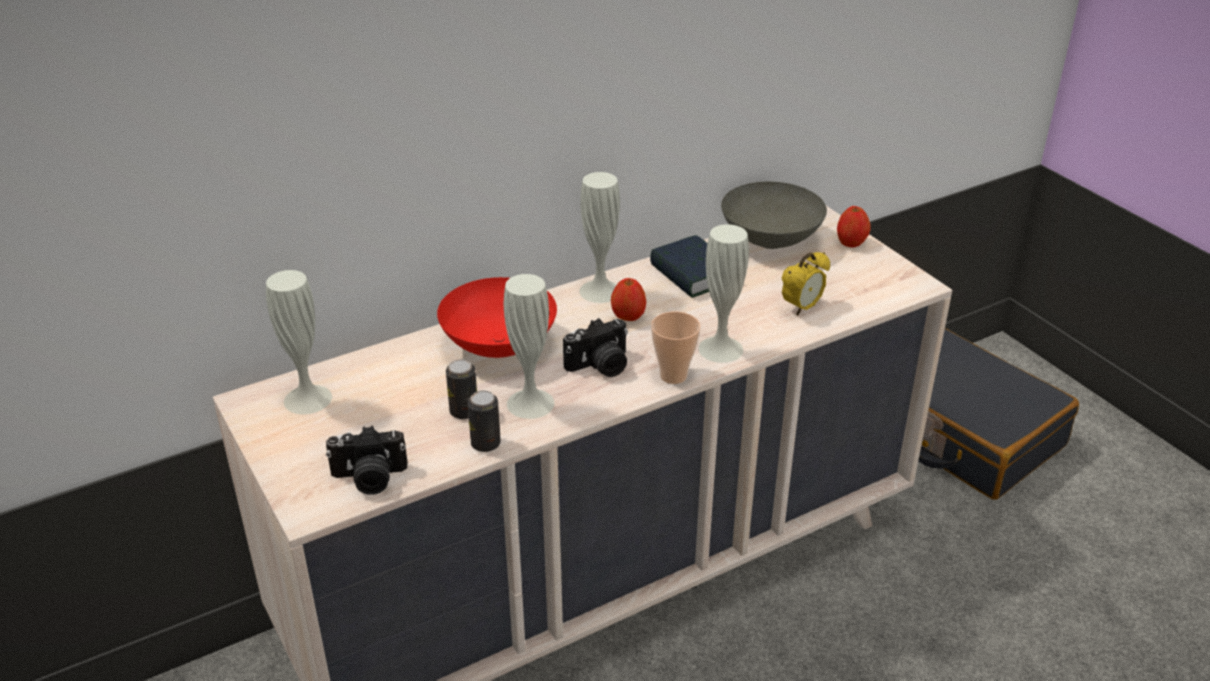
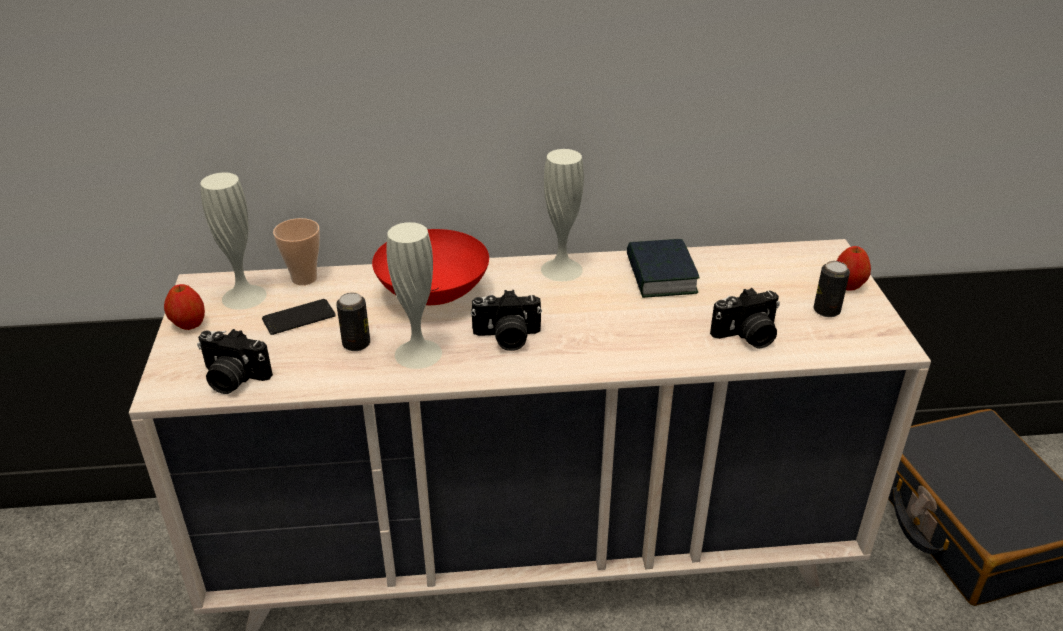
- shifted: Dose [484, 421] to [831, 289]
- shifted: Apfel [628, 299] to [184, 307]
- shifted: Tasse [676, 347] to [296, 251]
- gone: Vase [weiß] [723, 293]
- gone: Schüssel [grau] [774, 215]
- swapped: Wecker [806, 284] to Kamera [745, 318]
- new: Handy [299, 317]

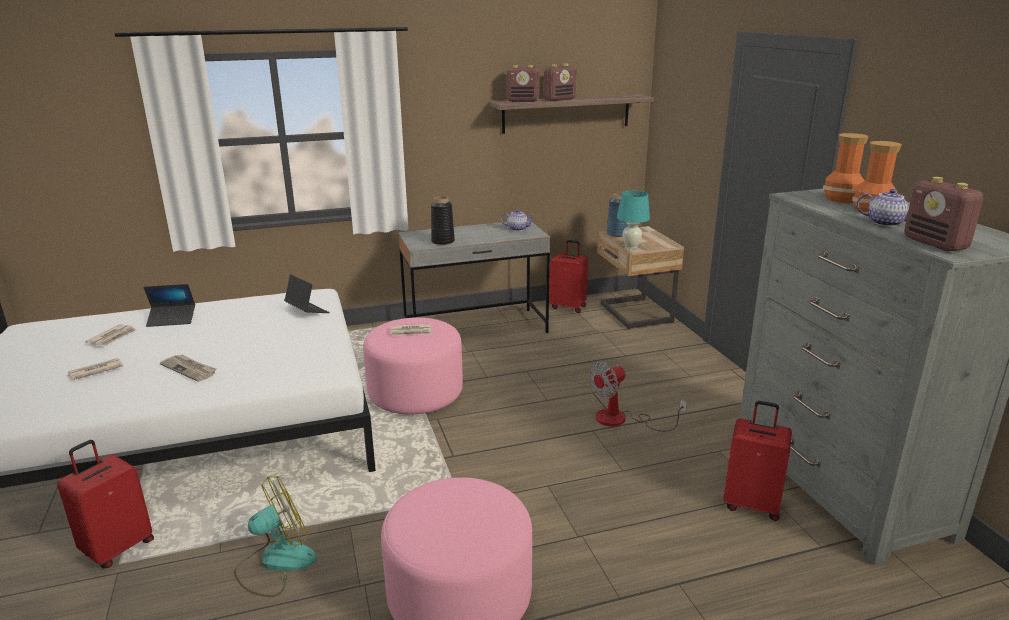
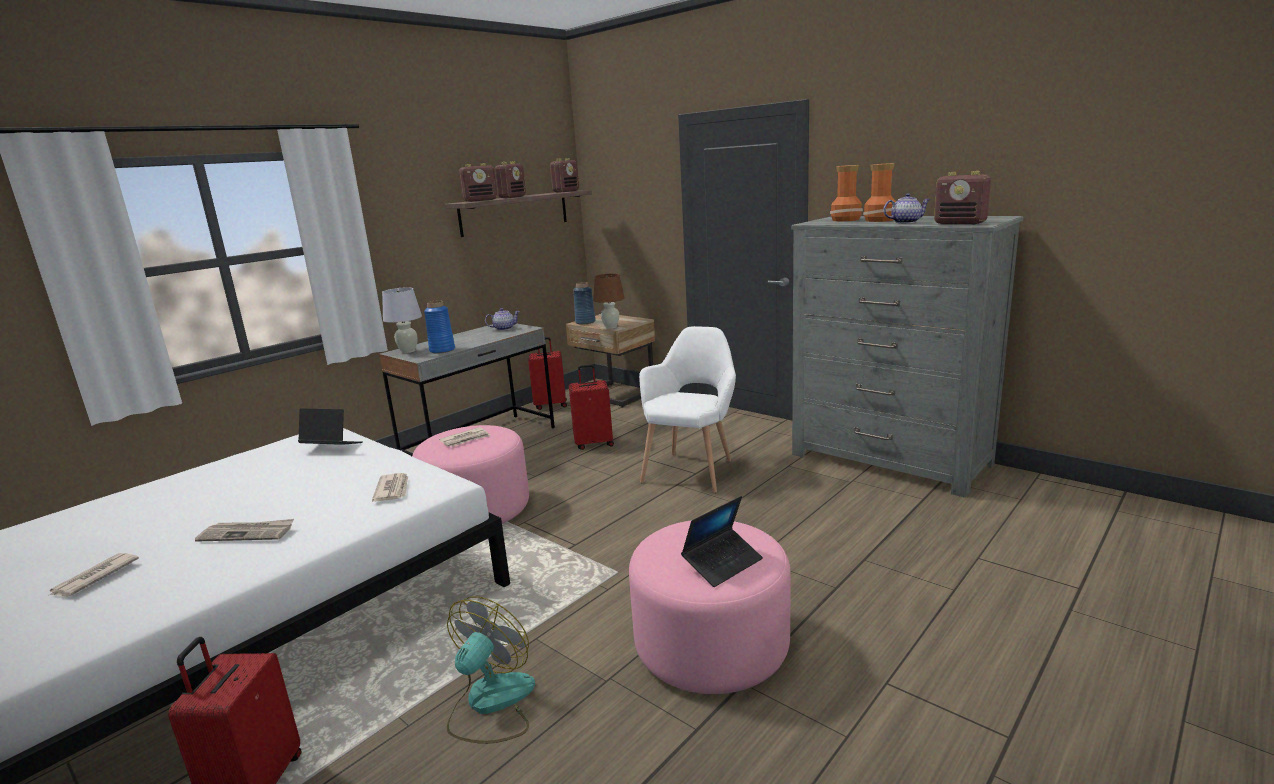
- shifted: Zeitung [110, 335] to [390, 487]
- shifted: Laptop [169, 305] to [722, 541]
- repainted: Vase [schwarz] [443, 220] to Vase [blau] [439, 326]
- swapped: Ventilator [638, 396] to Sessel [weiß] [687, 409]
- repainted: Tischlampe [türkis] [633, 220] to Tischlampe [braun] [609, 301]
- shifted: Koffer [rot] [757, 461] to [591, 407]
- new: Tischlampe [weiß] [402, 320]
- new: Radio [564, 175]

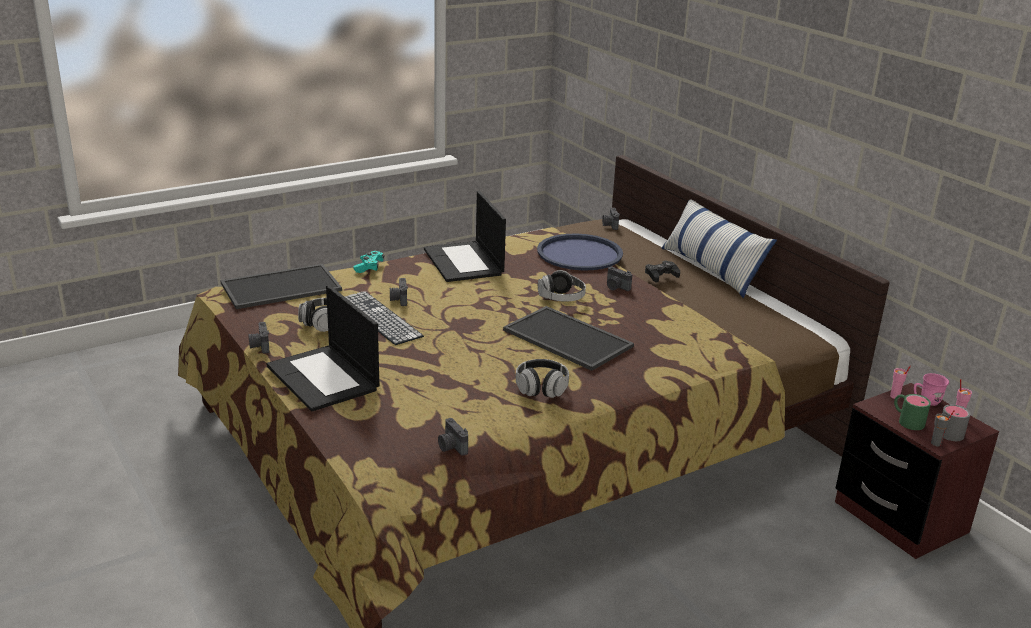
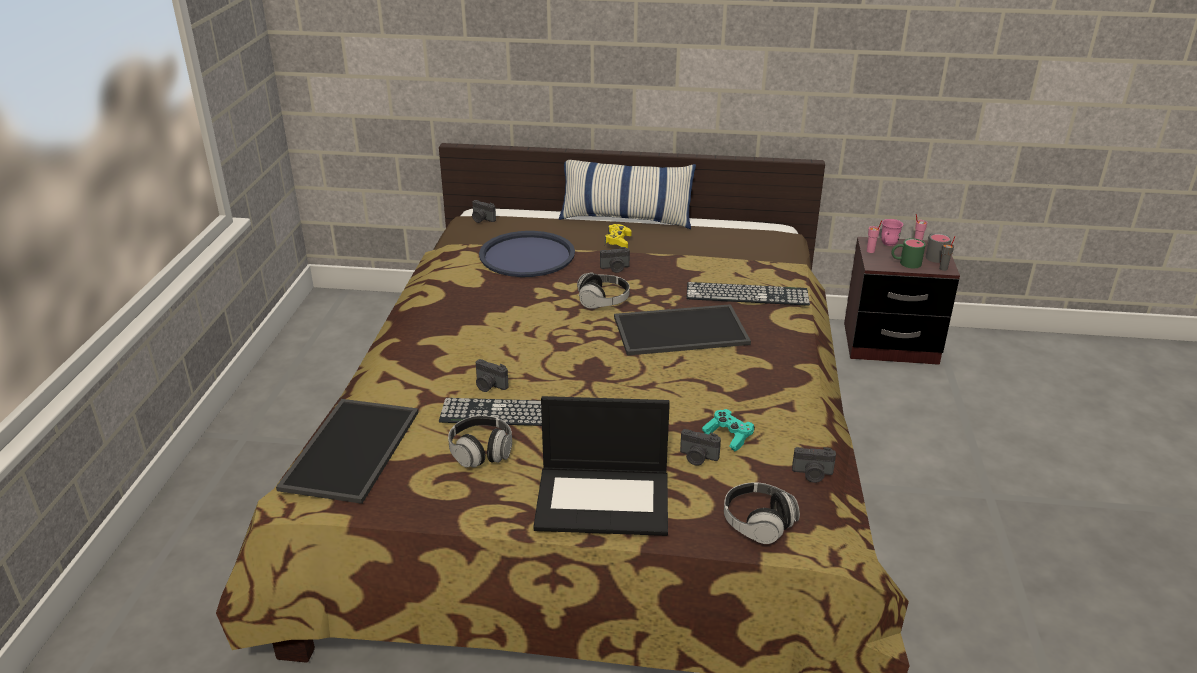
- shifted: Kamera [258, 338] to [700, 447]
- shifted: Gamepad [türkis] [368, 262] to [728, 430]
- gone: Laptop [465, 236]
- shifted: Kopfhörer [542, 378] to [762, 513]
- repainted: Gamepad [schwarz] [662, 272] to Gamepad [gelb] [618, 236]
- new: Tastatur [748, 294]

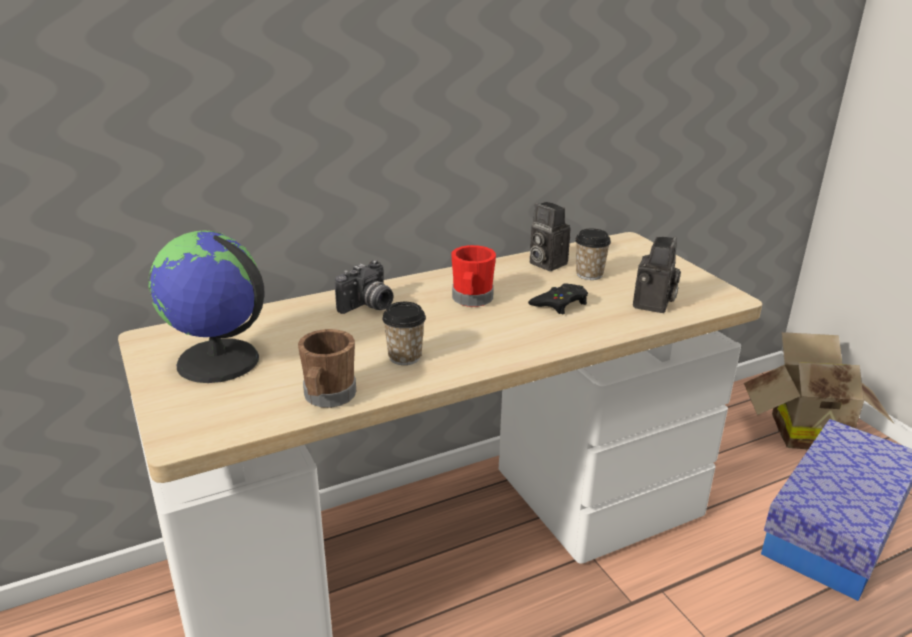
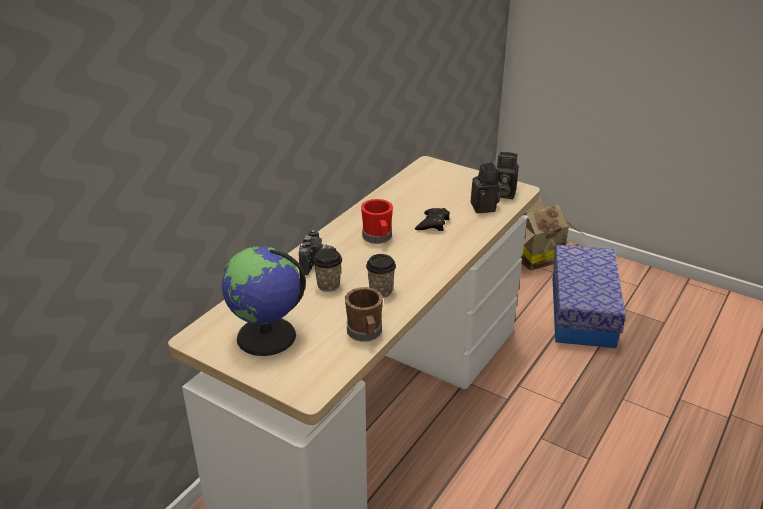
- shifted: Kamera [549, 236] to [508, 175]
- shifted: Tasse [593, 254] to [327, 270]

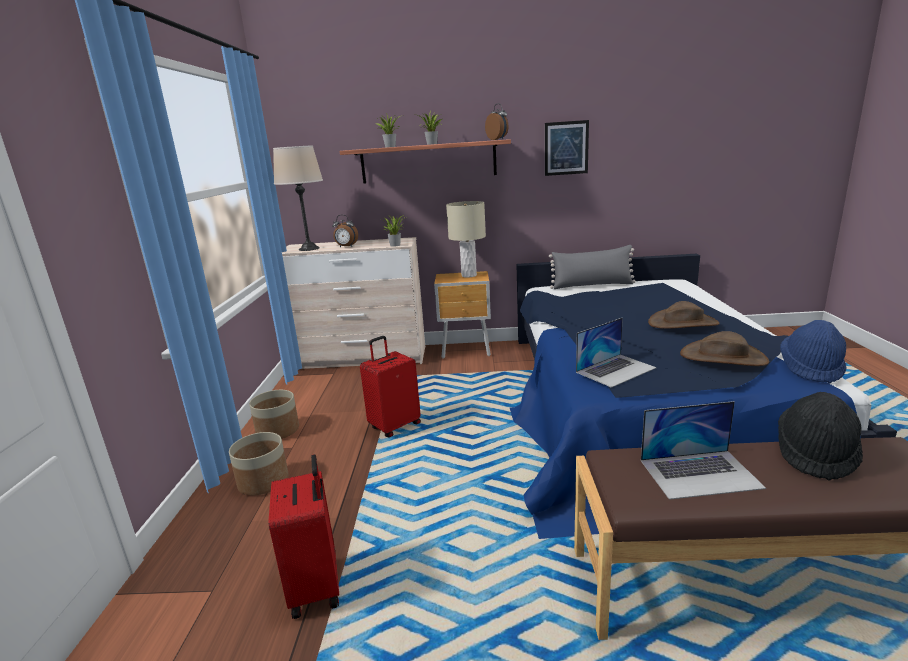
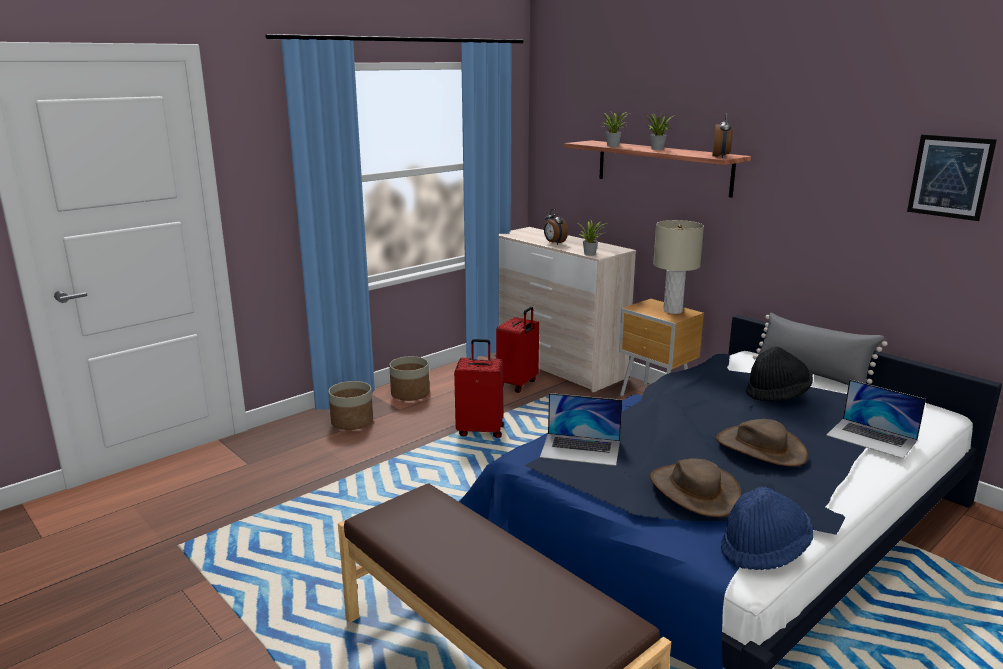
- shifted: Koffer [rot] [304, 537] to [517, 350]
- gone: Tischlampe [beige] [298, 198]
- shifted: Bild [567, 148] to [952, 178]
- shifted: Laptop [703, 450] to [876, 419]
- shifted: Hut [schwarz] [820, 436] to [779, 374]

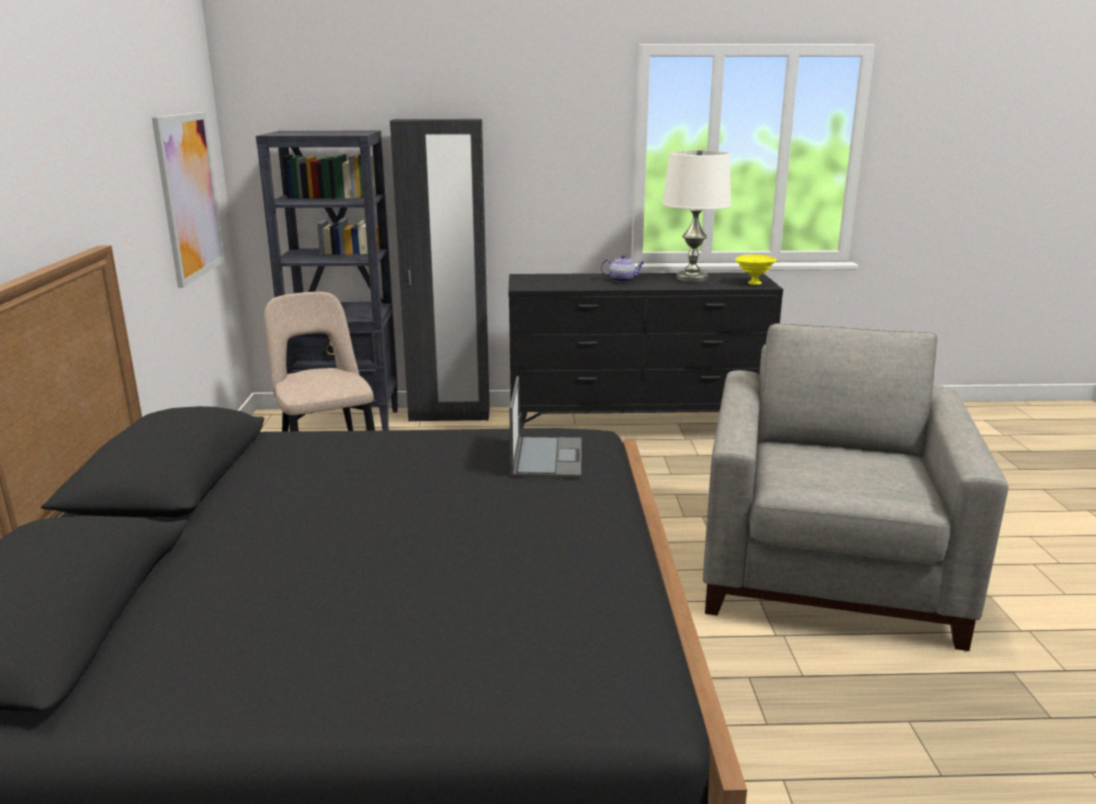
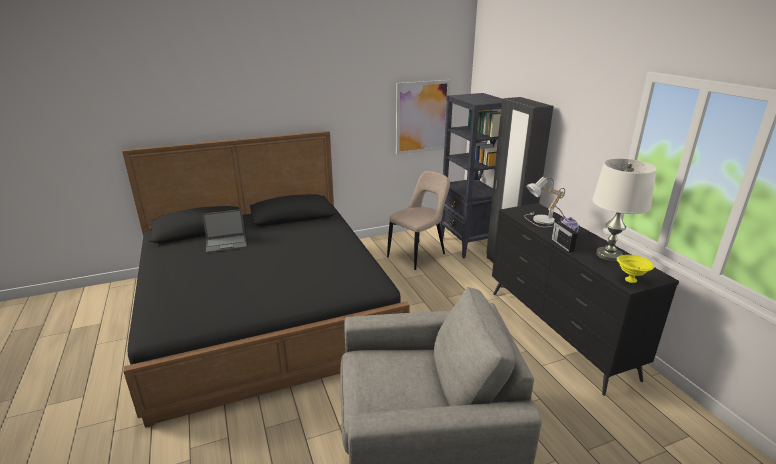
- shifted: Laptop [545, 427] to [224, 231]
- new: Tischlampe [544, 202]
- new: Radio [565, 236]

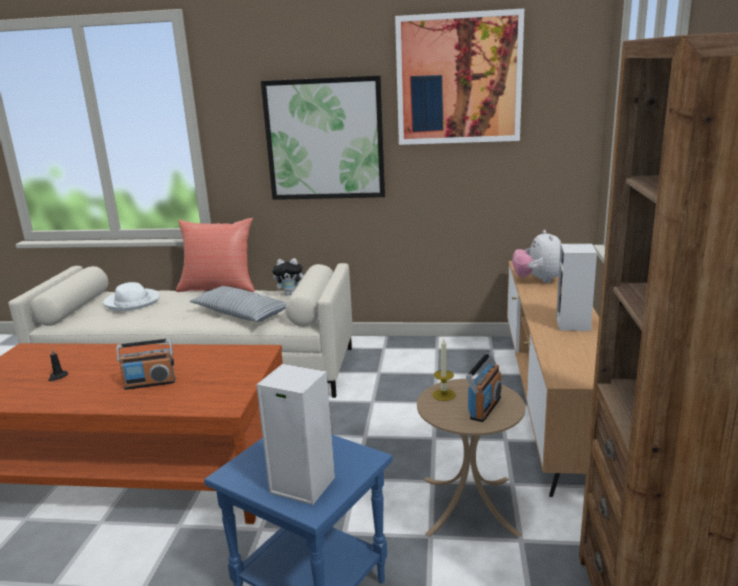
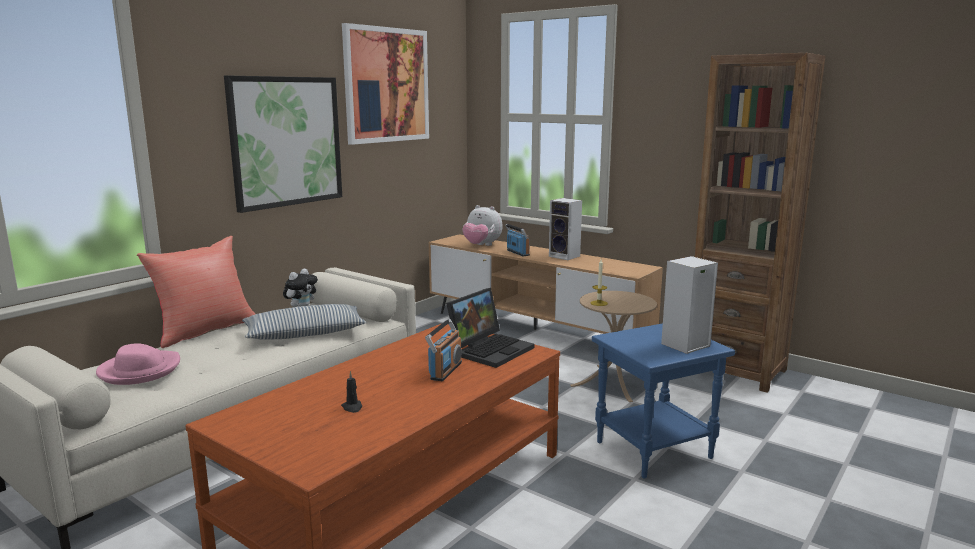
- repainted: Hut [weiß] [131, 296] to Hut [rosa] [138, 364]
- shifted: Radio [483, 387] to [517, 240]
- new: Laptop [490, 328]

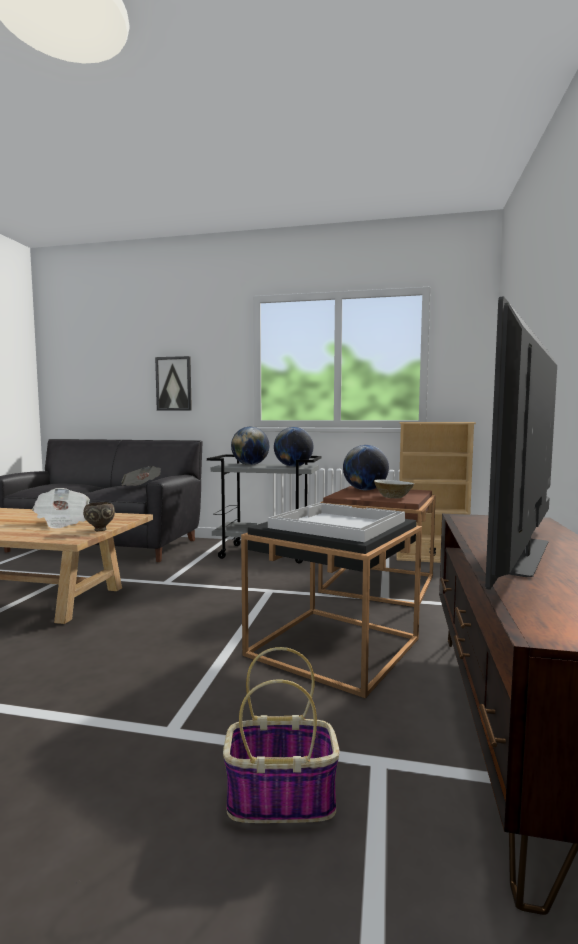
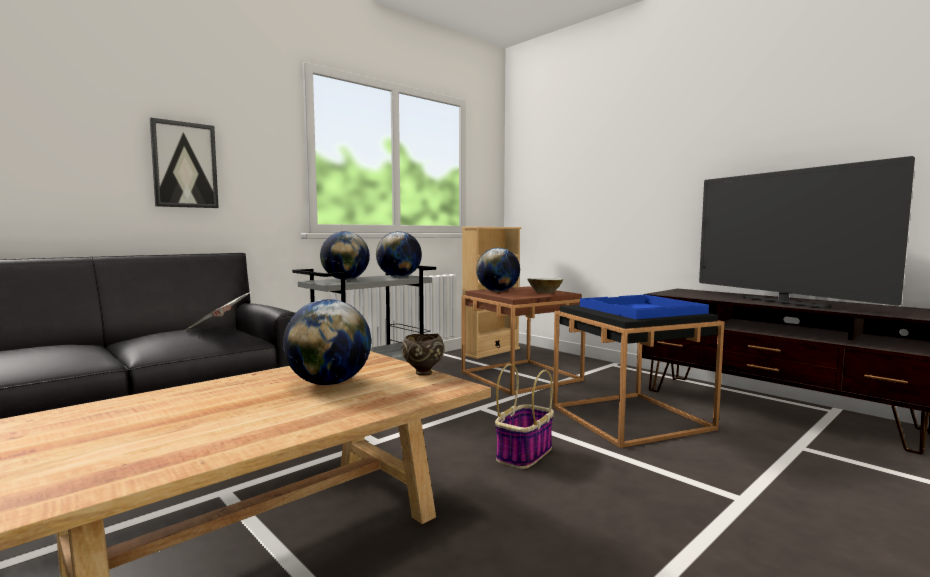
- swapped: Zeitung [61, 508] to Globus [327, 342]
- shifted: Korb [281, 735] to [524, 416]
- repainted: Tablett [weiß] [336, 522] to Tablett [blau] [644, 307]

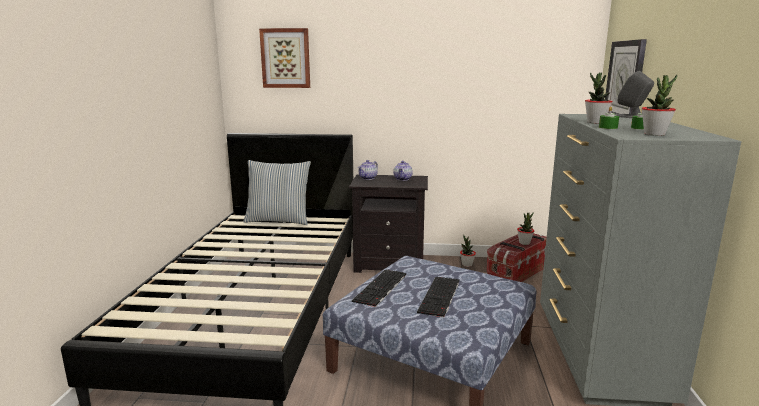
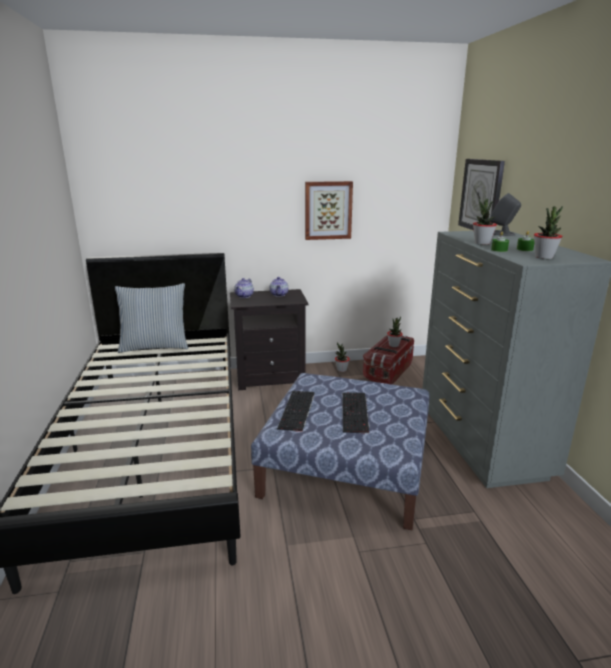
- shifted: Bild [284, 58] to [329, 210]

